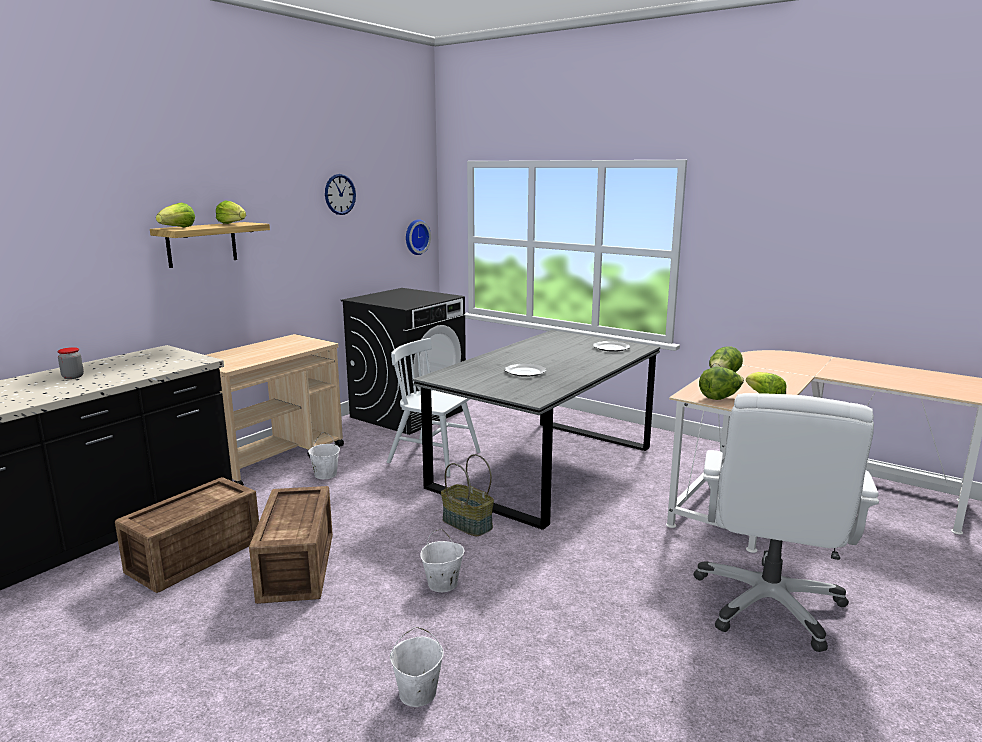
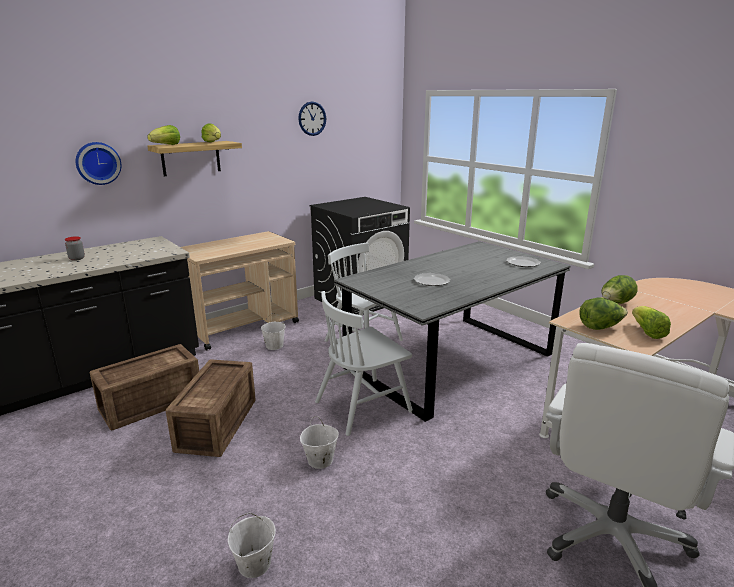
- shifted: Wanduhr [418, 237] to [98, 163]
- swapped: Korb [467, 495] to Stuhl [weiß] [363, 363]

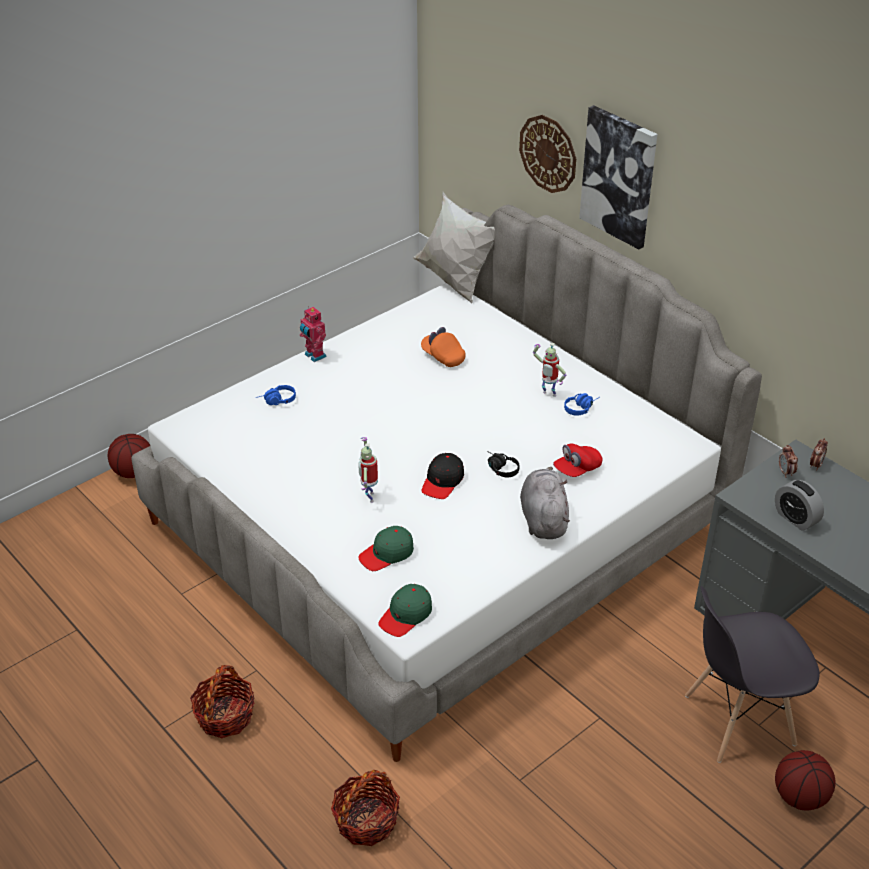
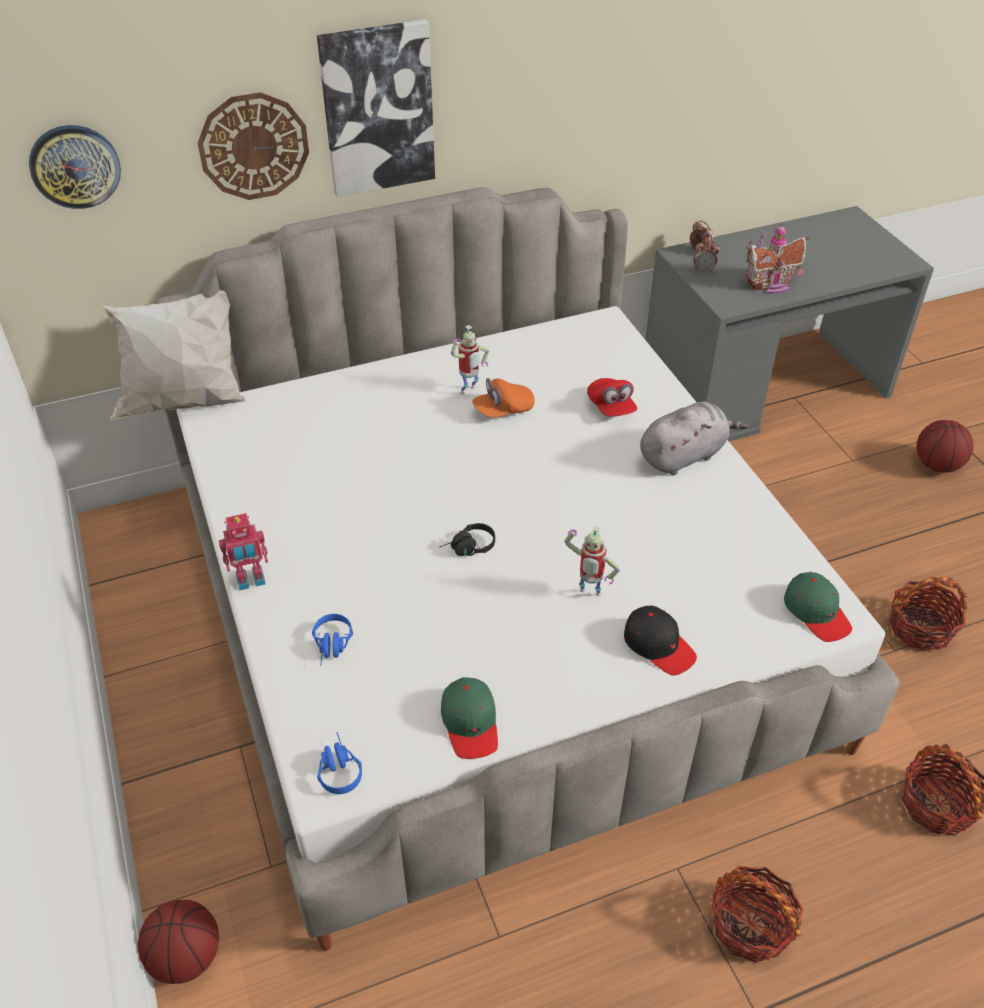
- shifted: Kappe [grün] [386, 548] to [469, 718]
- shifted: Kappe [orange] [443, 347] to [503, 398]
- shifted: Kappe [schwarz] [443, 476] to [660, 641]
- shifted: Kopfhörer [schwarz] [503, 464] to [467, 539]
- rotated: Plüschtier [grau] [545, 503] = [694, 438] 135 degrees clockwise
- shifted: Kopfhörer [blau] [582, 404] to [339, 763]
- gone: Stuhl [grau] [752, 674]
- swapped: Wecker [799, 505] to Spielzeughaus [777, 258]
- new: Wanduhr [75, 167]
- new: Korb [928, 614]

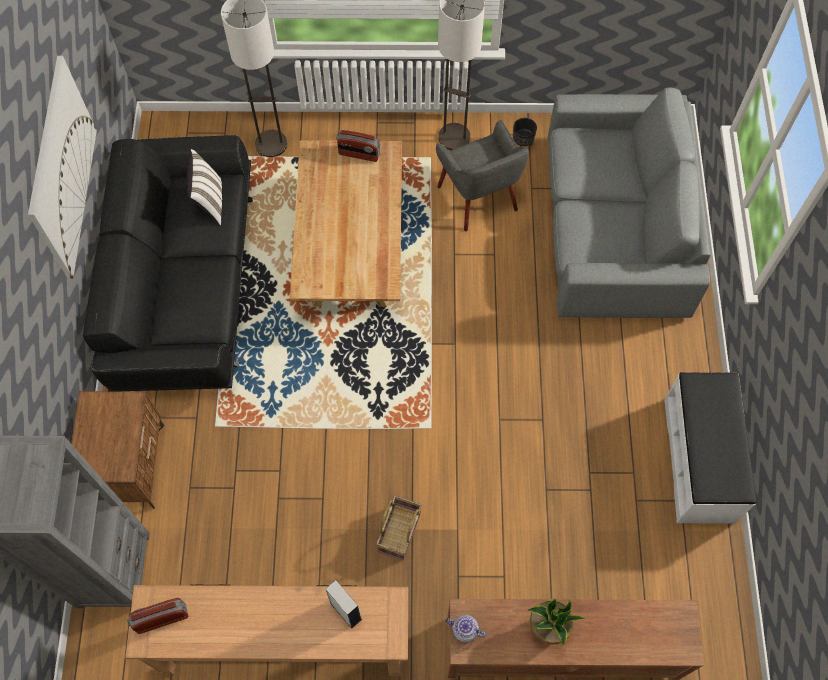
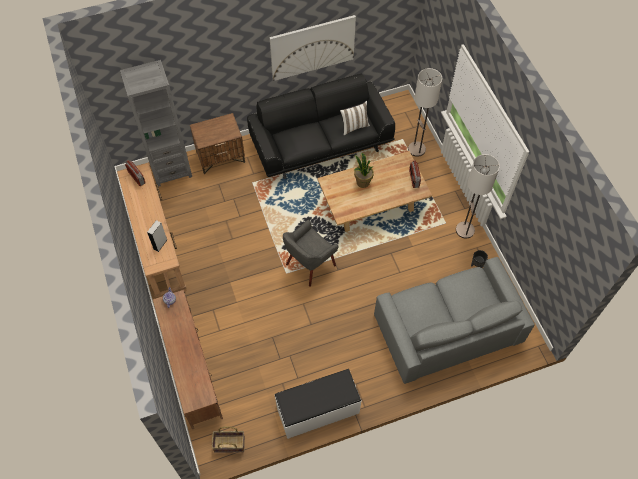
- shifted: Korb [399, 527] to [228, 439]
- shifted: Sessel [grau] [482, 175] to [311, 253]
- shifted: Topfpflanze [556, 622] to [364, 170]

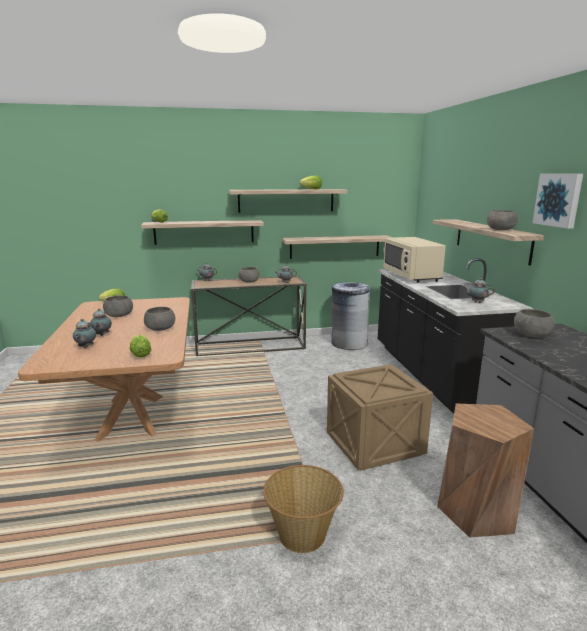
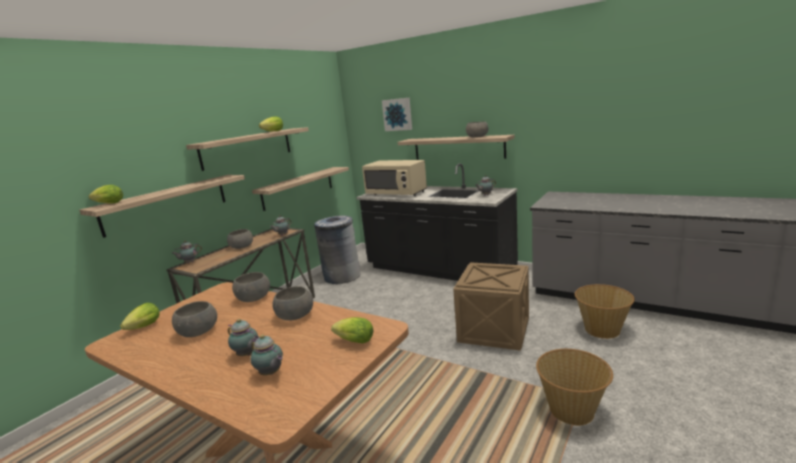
- swapped: Hocker [braun] [485, 470] to Korb [605, 311]
- shifted: Schüssel [grau] [534, 323] to [251, 287]
- shifted: Bild [557, 201] to [397, 114]

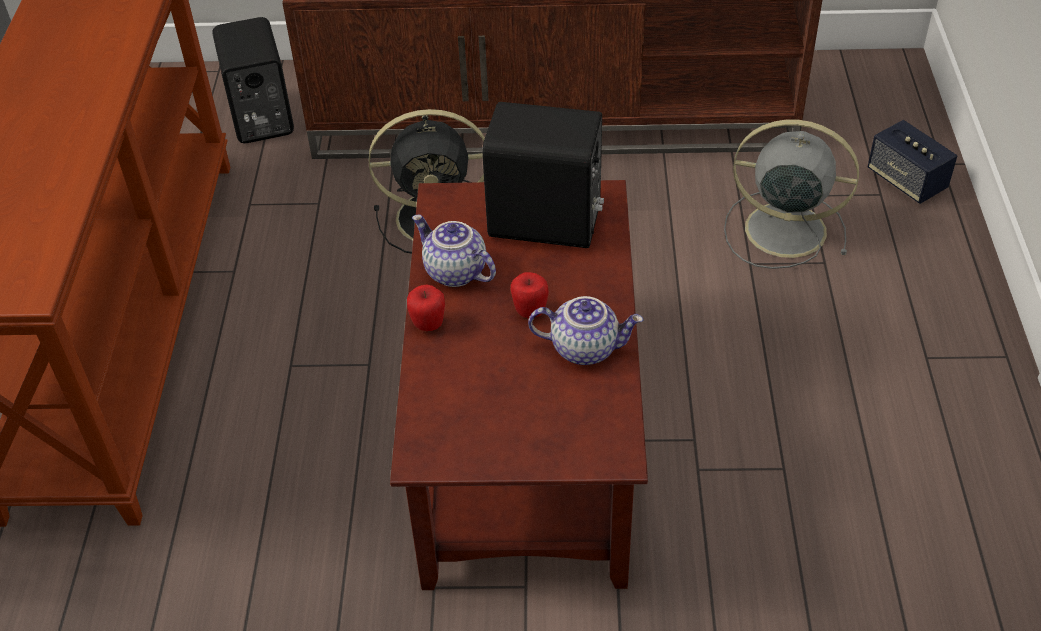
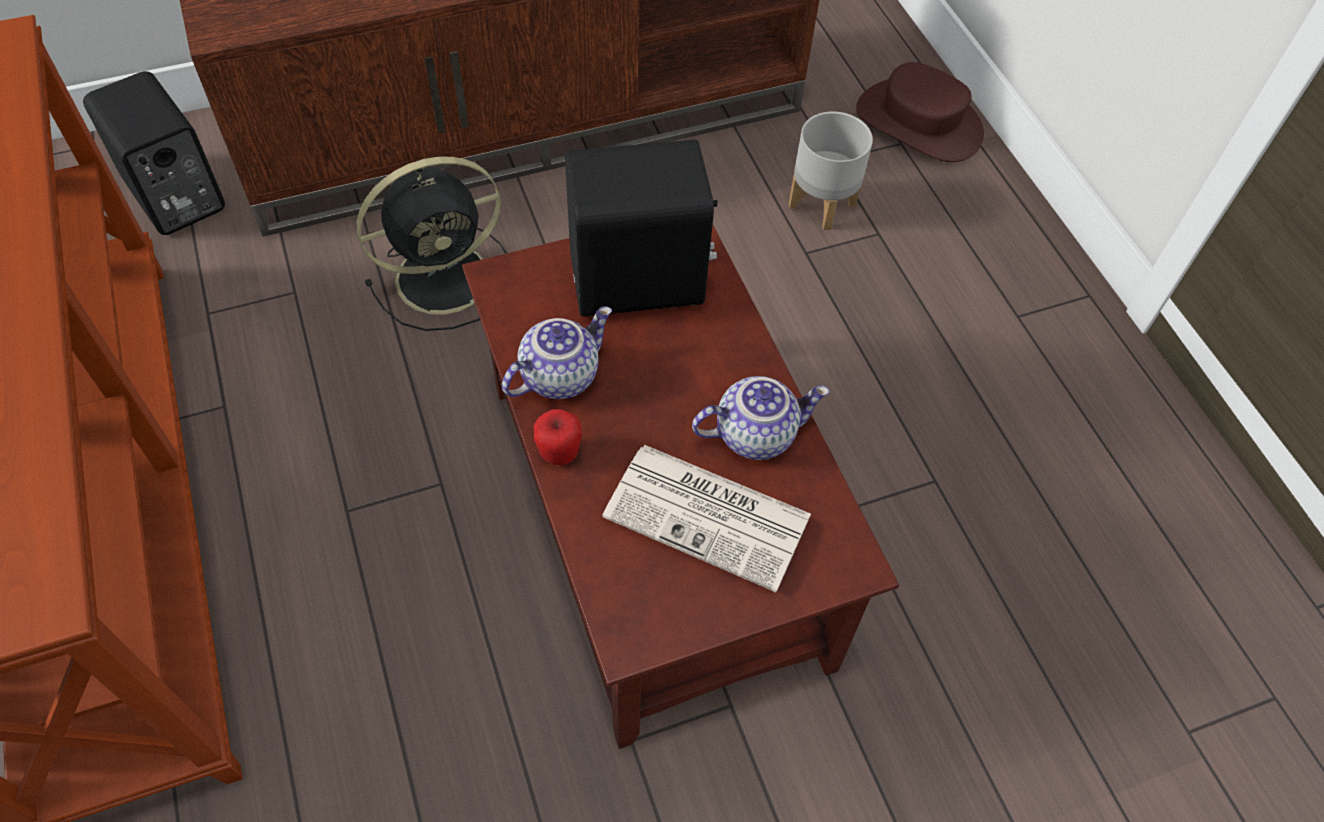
- rotated: Teekanne [454, 251] = [557, 352] 120 degrees clockwise
- gone: Apfel [530, 295]
- swapped: Ventilator [grau] [791, 194] to Pflanzkübel [grau] [831, 171]
- swapped: Lautsprecher [912, 162] to Hut [braun] [920, 112]
- new: Zeitung [706, 518]

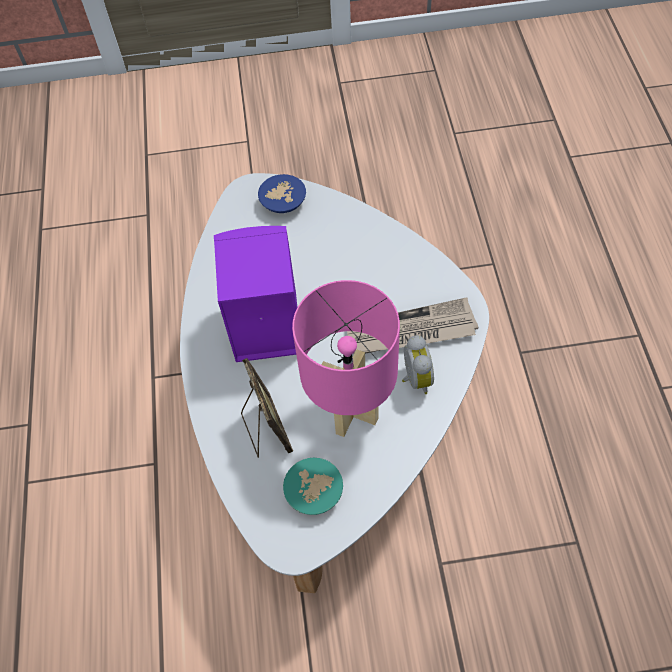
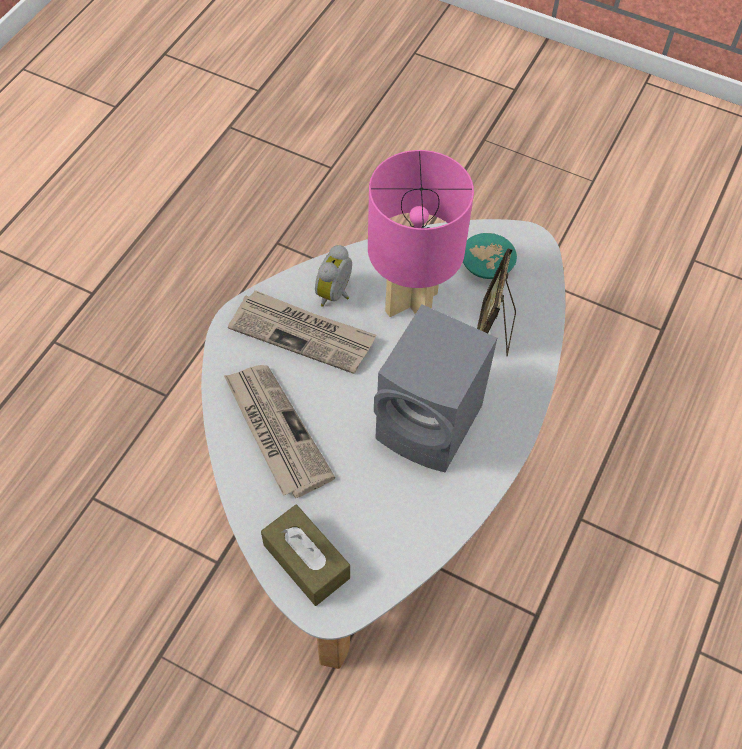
- repainted: Lautsprecher [lila] [255, 294] to Lautsprecher [grau] [435, 388]
- swapped: Schüssel [blau] [282, 193] to Taschentuchbox [braun] [305, 555]
- new: Zeitung [279, 431]

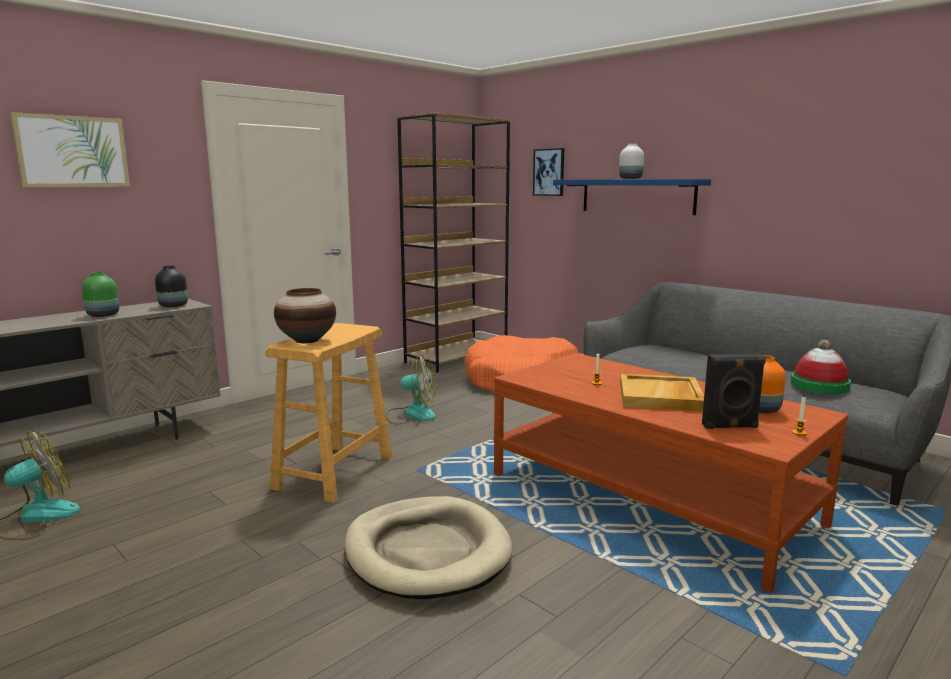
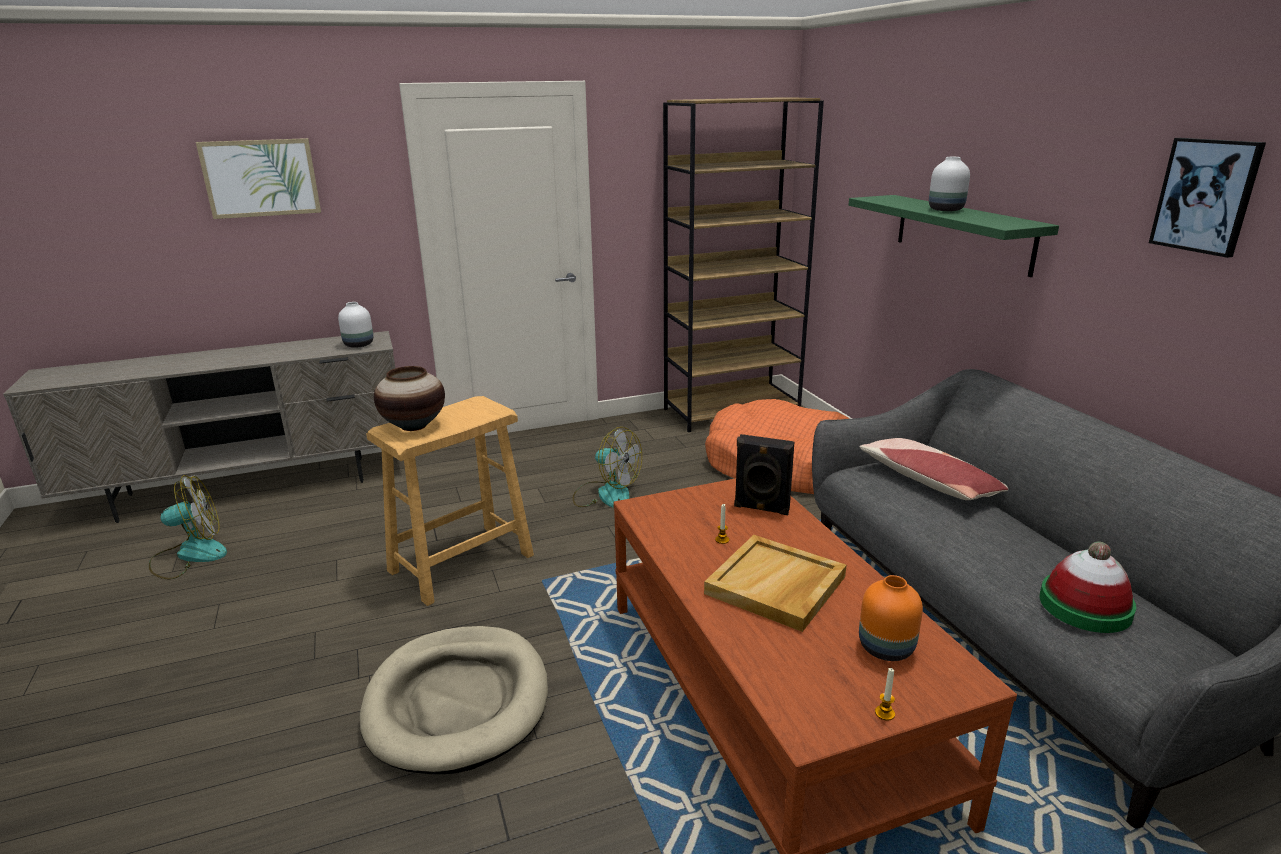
- gone: Vase [grün] [100, 294]
- repainted: Vase [schwarz] [171, 286] to Vase [weiß] [355, 325]
- shifted: Bild [548, 172] to [1207, 198]
- repainted: Wandregal [blau] [632, 197] to Wandregal [grün] [954, 236]
- shifted: Lautsprecher [schwarz] [734, 391] to [764, 474]
- new: Kissen [934, 469]

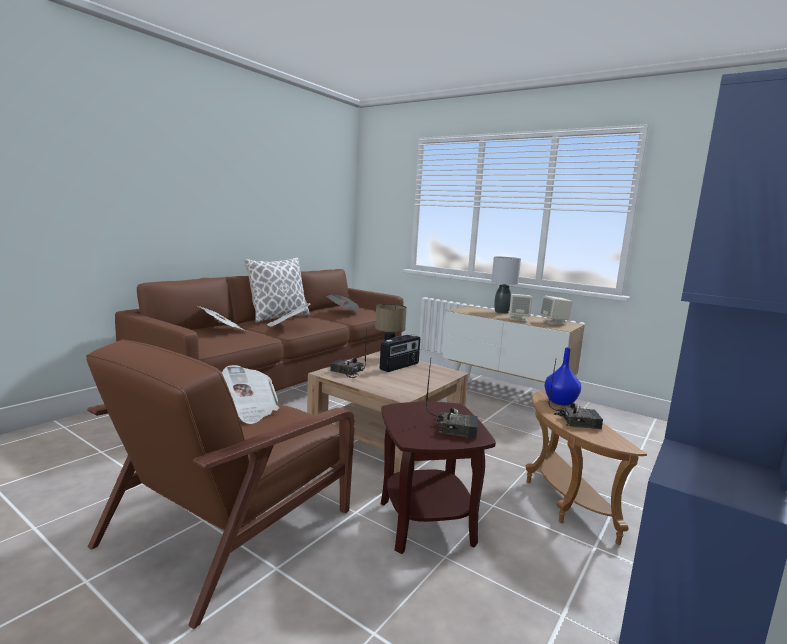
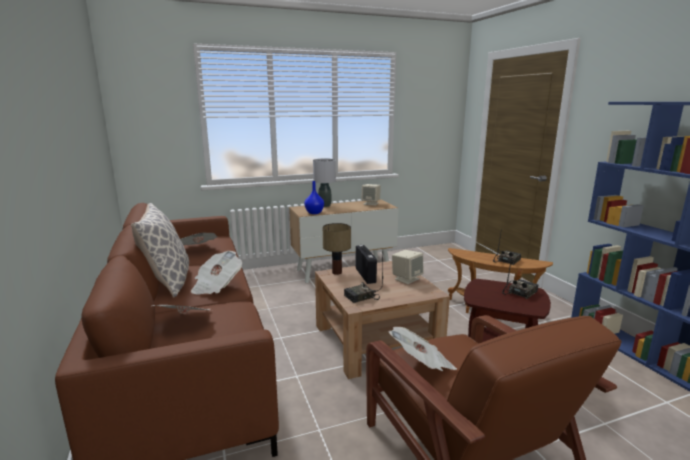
- shifted: Lautsprecher [beige] [520, 308] to [407, 267]
- shifted: Vase [blau] [562, 376] to [314, 197]

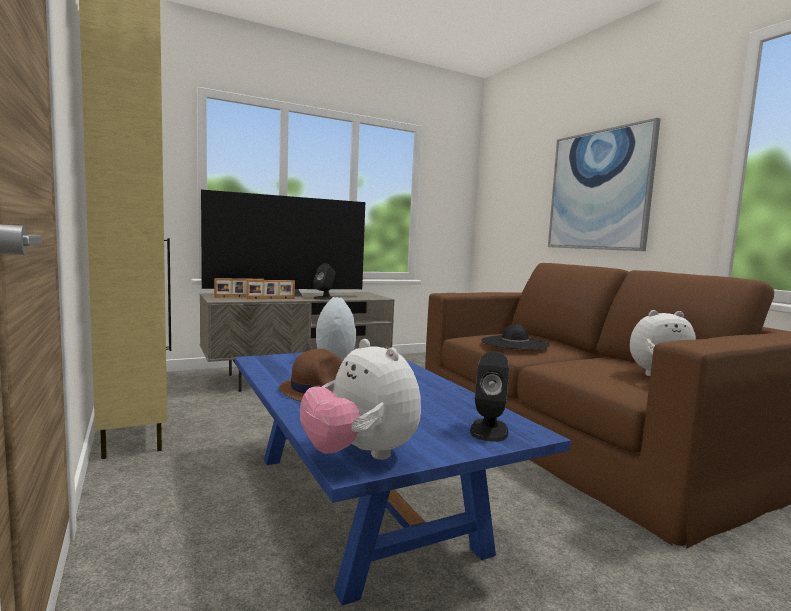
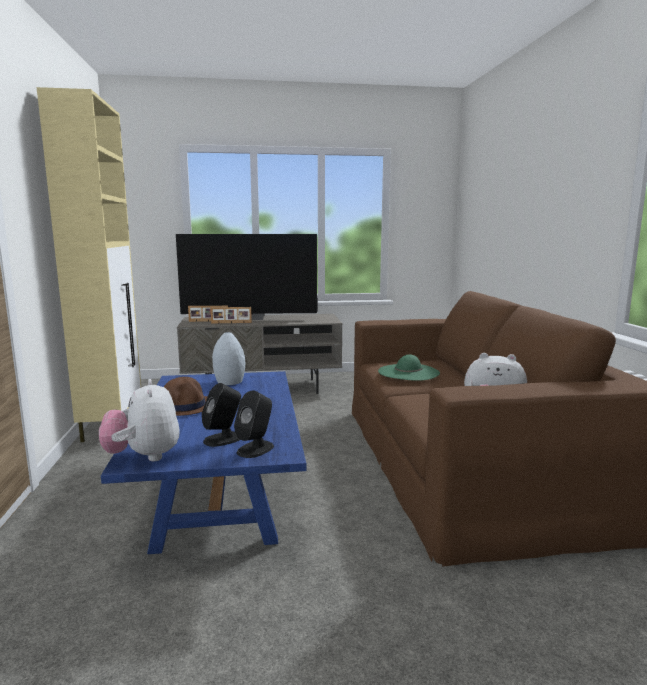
- shifted: Lautsprecher [schwarz] [324, 281] to [221, 415]
- repainted: Hut [schwarz] [515, 337] to Hut [grün] [409, 367]
- gone: Bild [604, 184]

